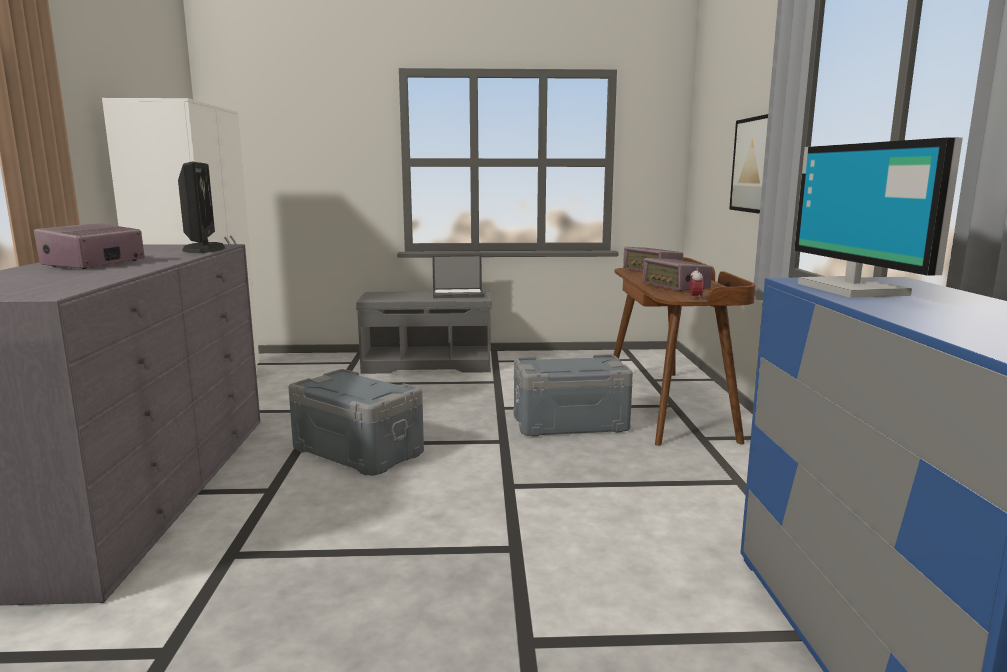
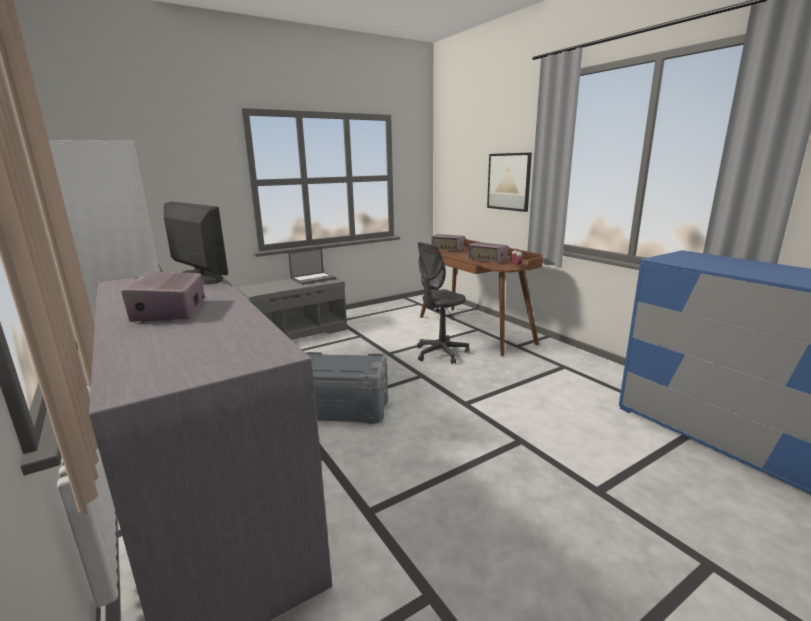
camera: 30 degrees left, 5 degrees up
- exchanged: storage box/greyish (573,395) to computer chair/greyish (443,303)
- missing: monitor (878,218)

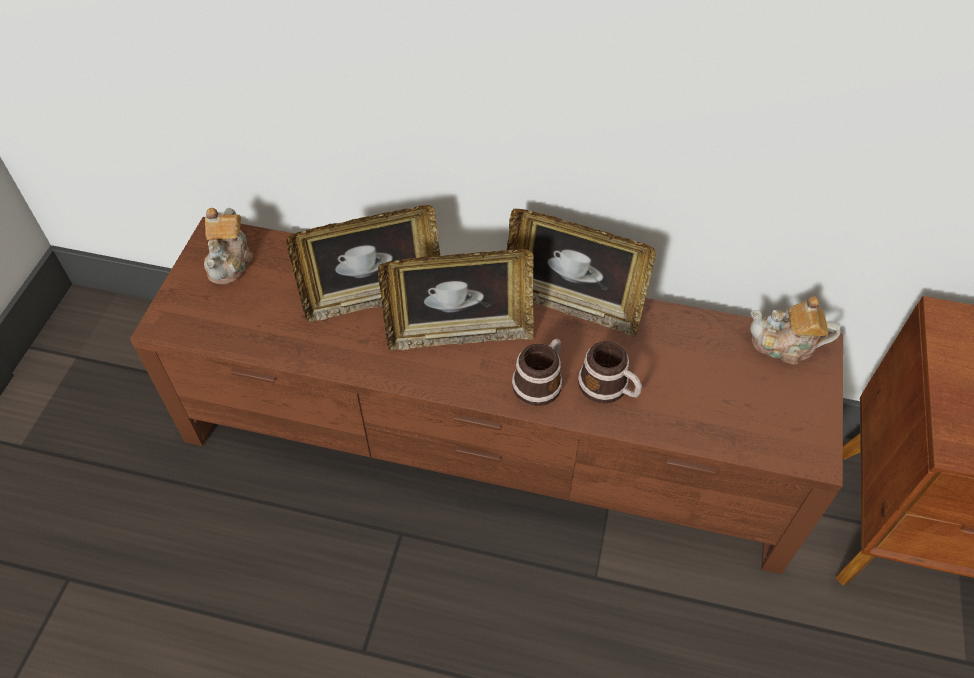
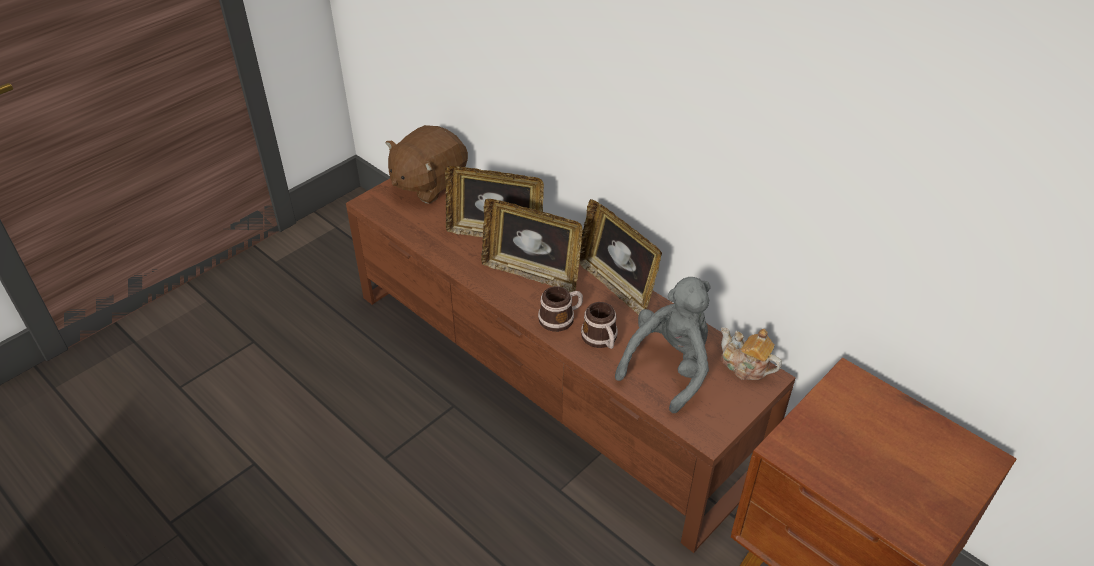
camera: 30 degrees right, 10 degrees down
- exchanged: pot for tea (228,246) to cuddly toy/brown-coloured (427,164)
- appeared: cuddly toy/greyish (663,345)

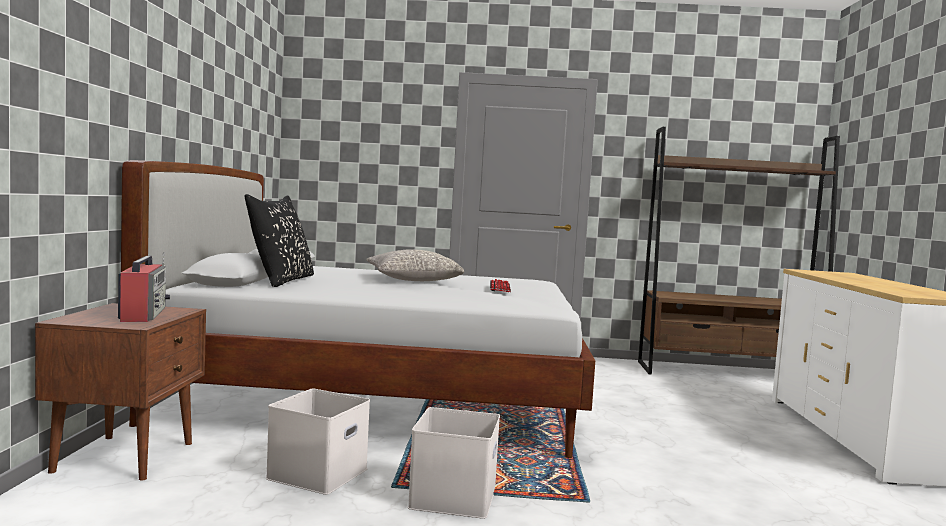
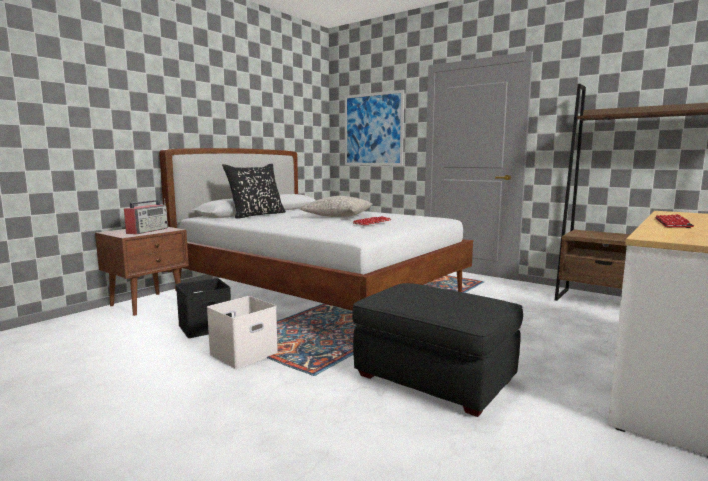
camera: 35 degrees right, 5 degrees up
- colour: storage box/whitish (318,442) to storage box/black (204,308)
- appeared: wall art (374,128)
- appeared: ottoman/black (437,350)
- appeared: computer keyboard (674,221)

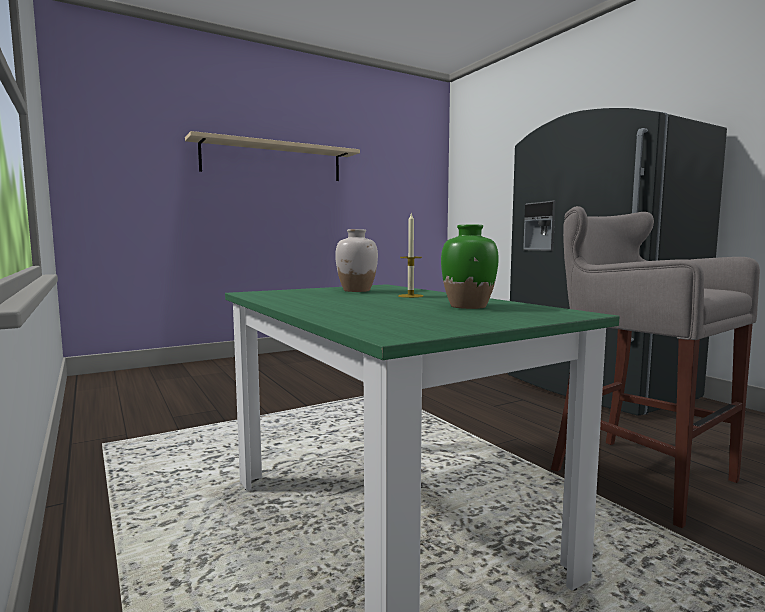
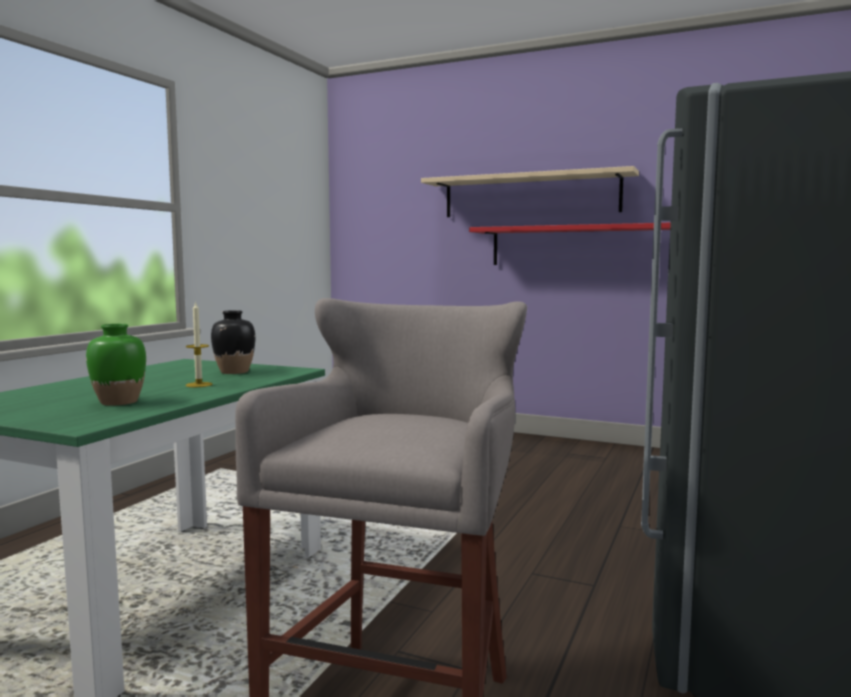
camera: 55 degrees right, 0 degrees up
- colour: vase/whitish (356,260) to vase/black (233,342)
- appeared: shelf/red (570,244)

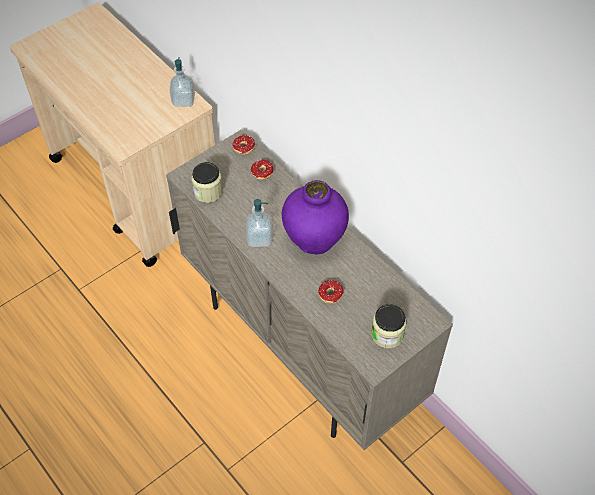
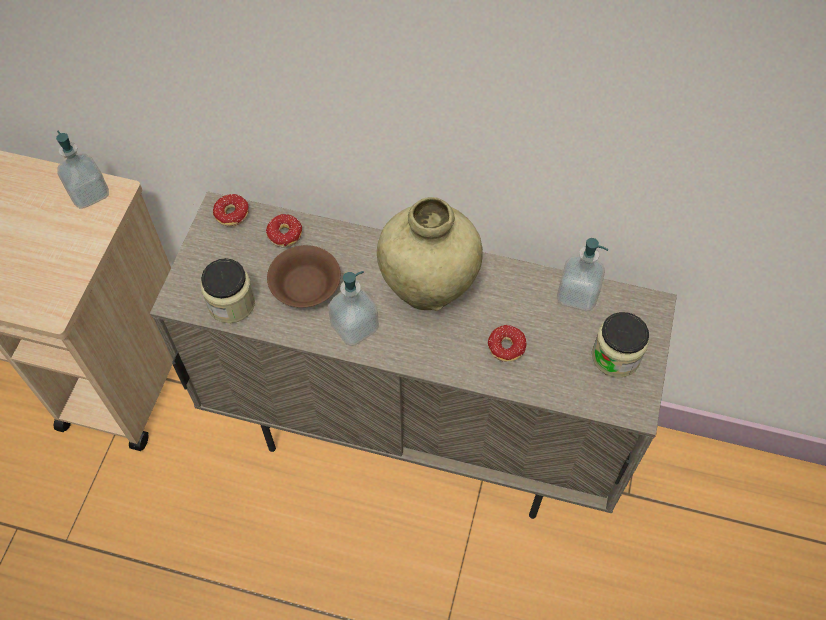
camera: 35 degrees left, 5 degrees up
- appeared: bowl/brown-coloured (304,276)
- colour: vase/purplish (315,217) to vase/beige-coloured (430,254)
- appeared: soap bottle (582,274)

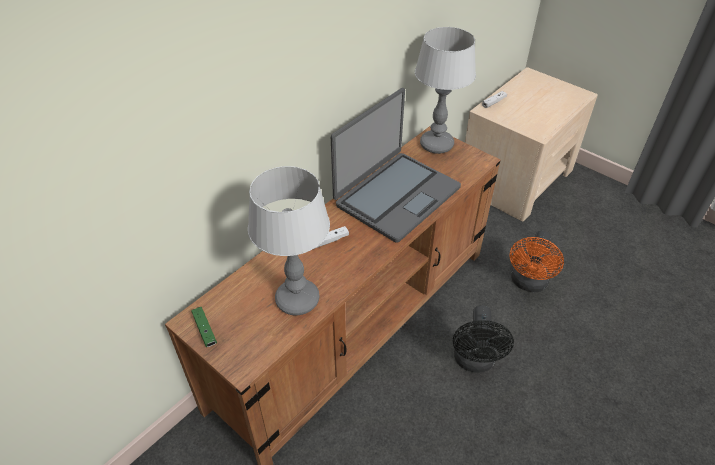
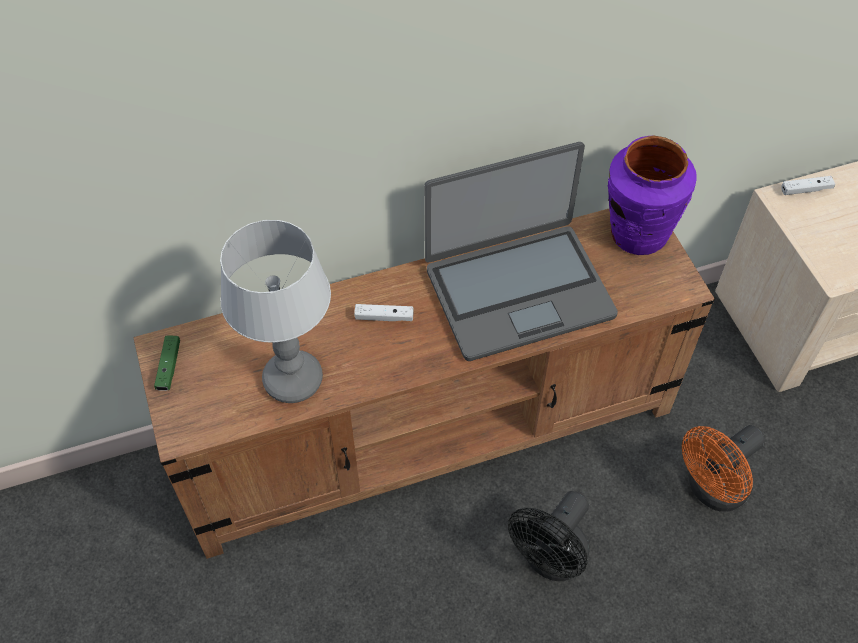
camera: 30 degrees right, 10 degrees up
- exchanged: tabletop lamp (445,90) to vase/purplish (652,195)

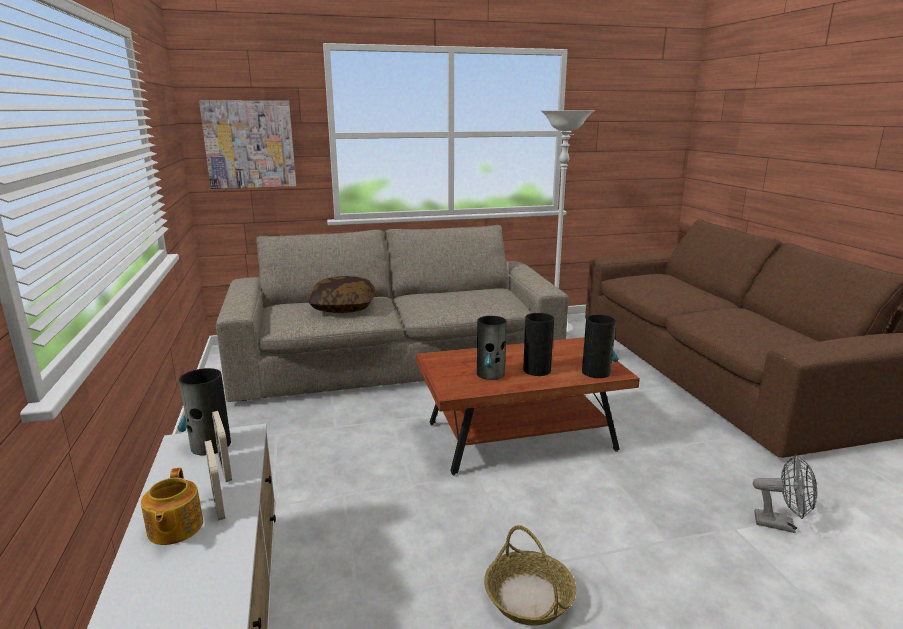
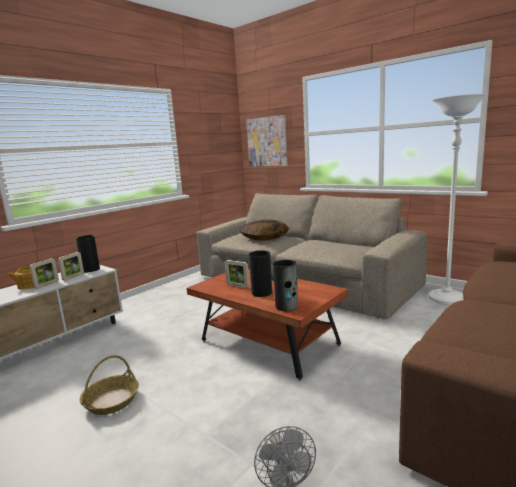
camera: 55 degrees right, 5 degrees down
- exchanged: vase (492,348) to picture frame (237,274)

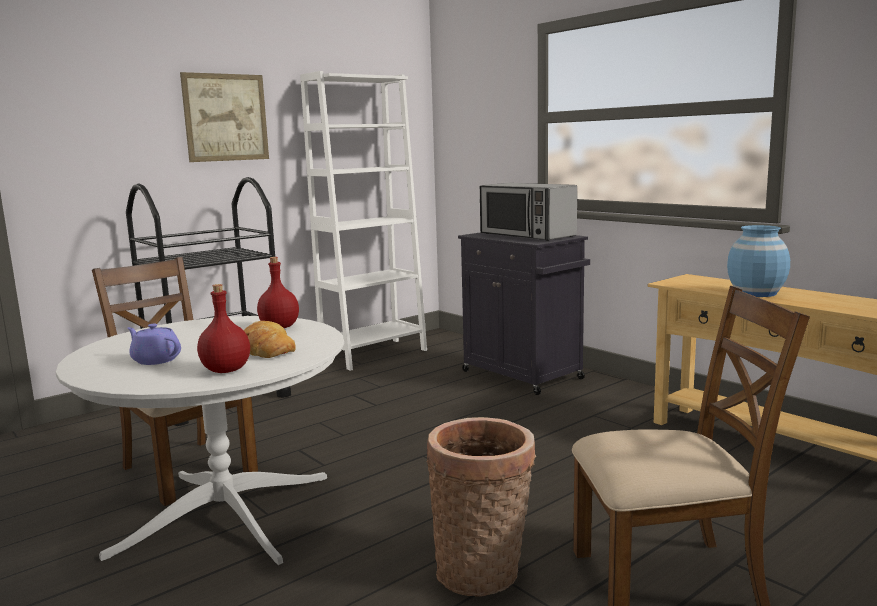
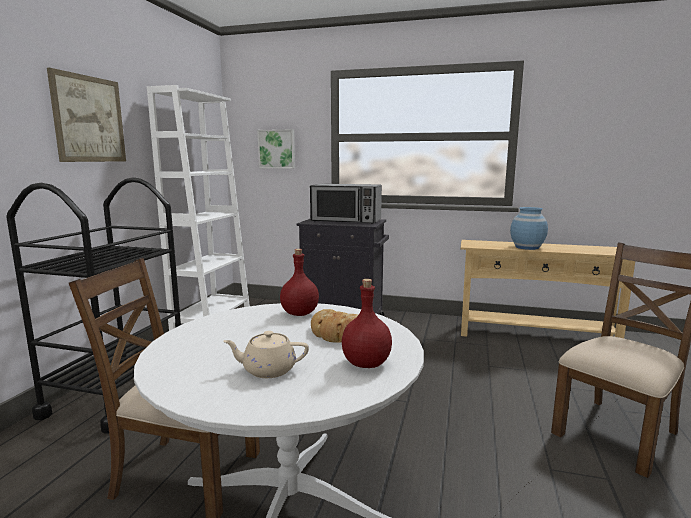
camera: 35 degrees left, 0 degrees up
- colour: pot for tea/purplish (154,344) to pot for tea/beige-coloured (266,354)
- appeared: wall art (276,149)
- missing: basket (481,507)

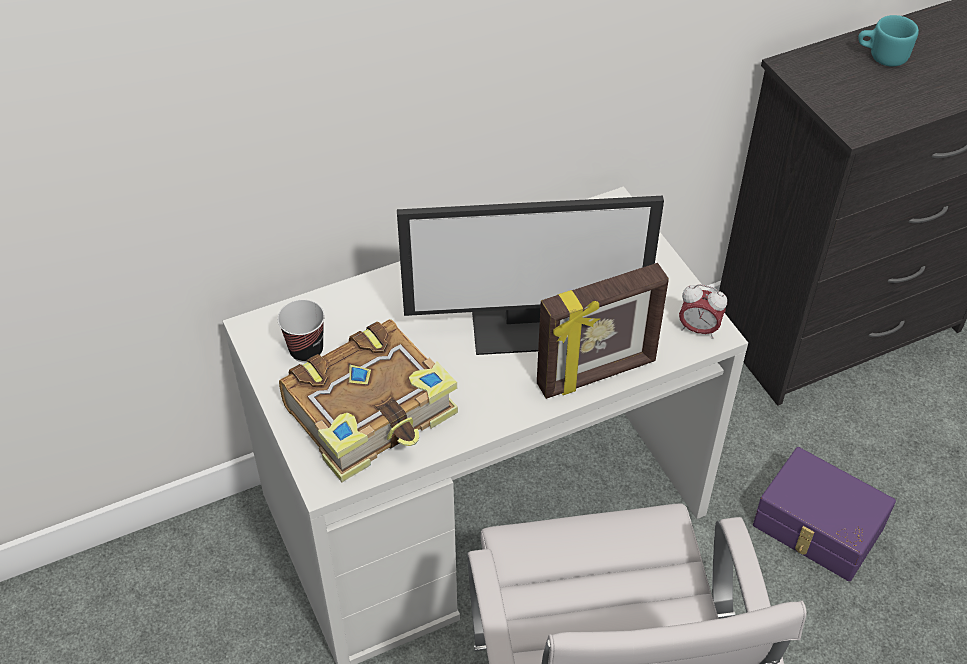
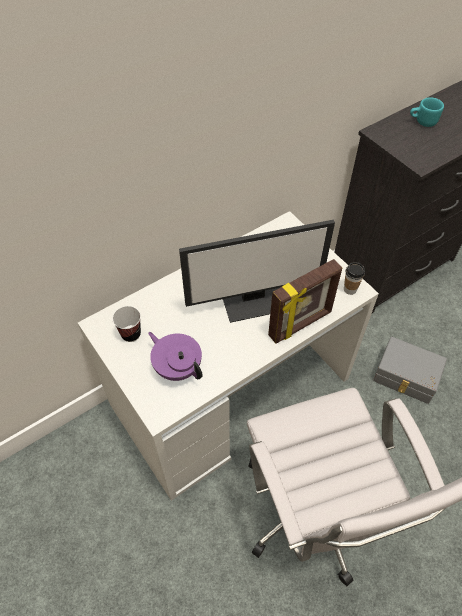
camera: 10 degrees left, 5 degrees up
- exchanged: book (368,400) to pot for tea/purplish (175,356)
- exchanged: alarm clock (703,311) to small cup (354,278)
- colour: storage box/purplish (824,514) to storage box/greyish (410,370)

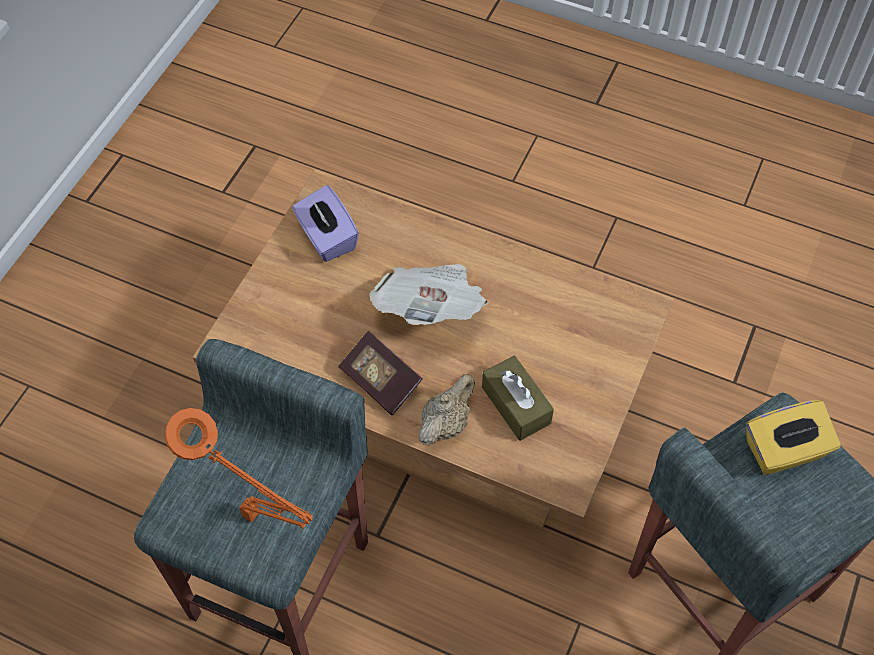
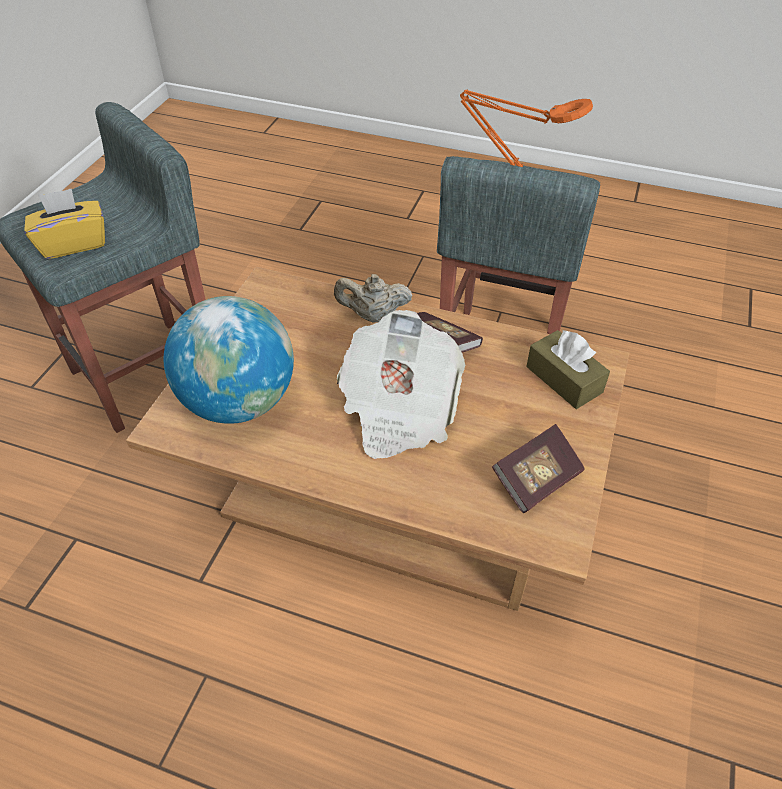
camera: 175 degrees right, 10 degrees down
- appeared: world globe (229,360)
- spun: pot for tea/beige-coloured (447,410) = (373,298) 60 degrees clockwise
- exchanged: box of tissues/purplish (325,223) to book (538,468)
- relocated: box of tissues/brown-coloured (518,398) to (568,369)

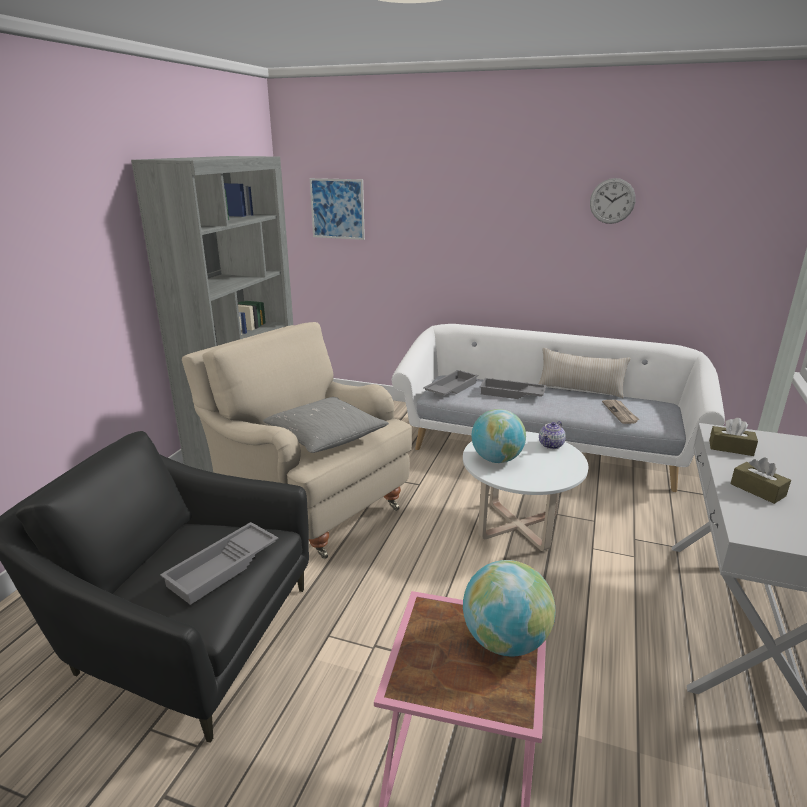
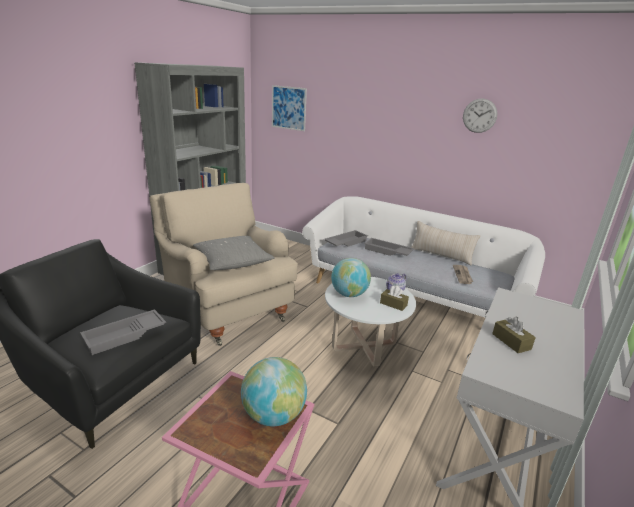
camera: 10 degrees right, 0 degrees up
- relocated: box of tissues/brown-coloured (733,437) to (394,298)

